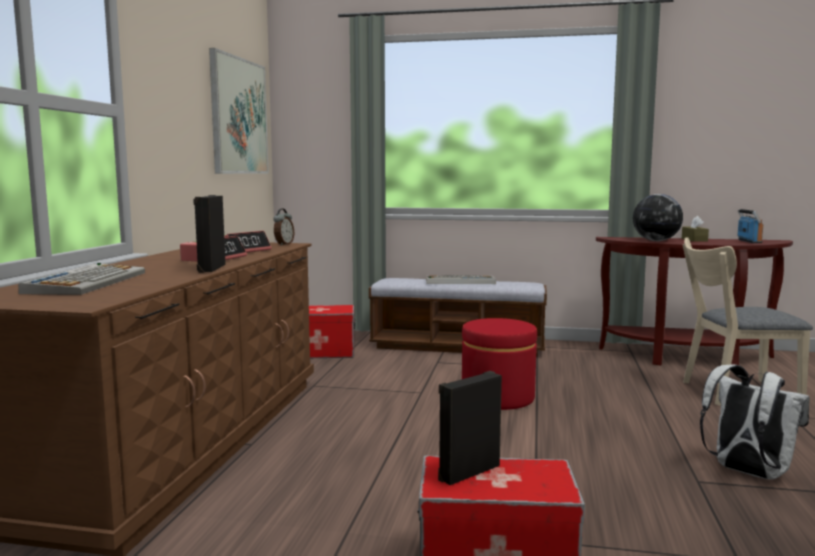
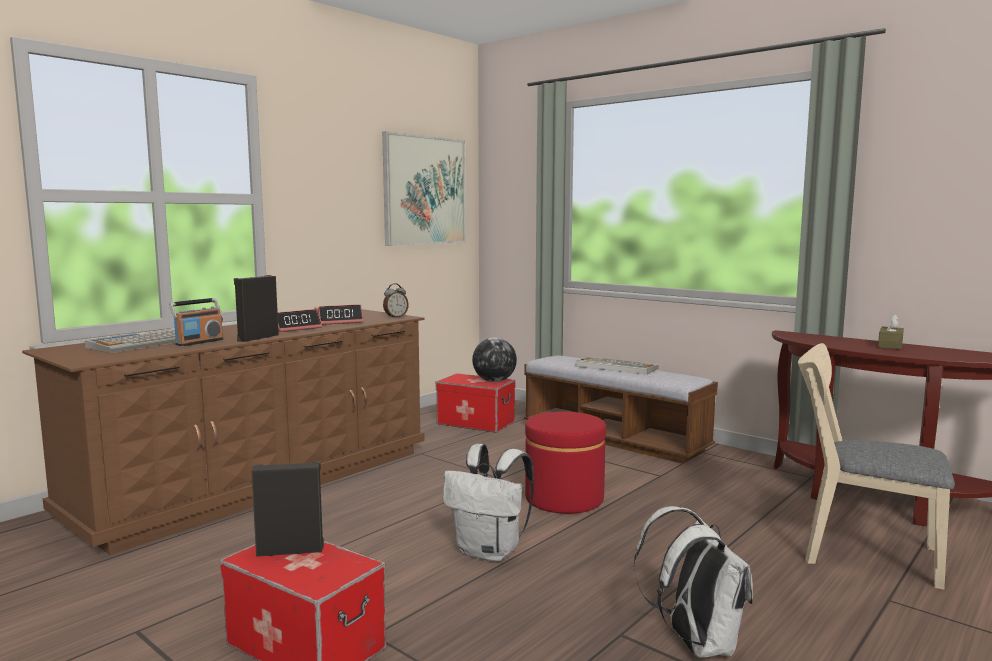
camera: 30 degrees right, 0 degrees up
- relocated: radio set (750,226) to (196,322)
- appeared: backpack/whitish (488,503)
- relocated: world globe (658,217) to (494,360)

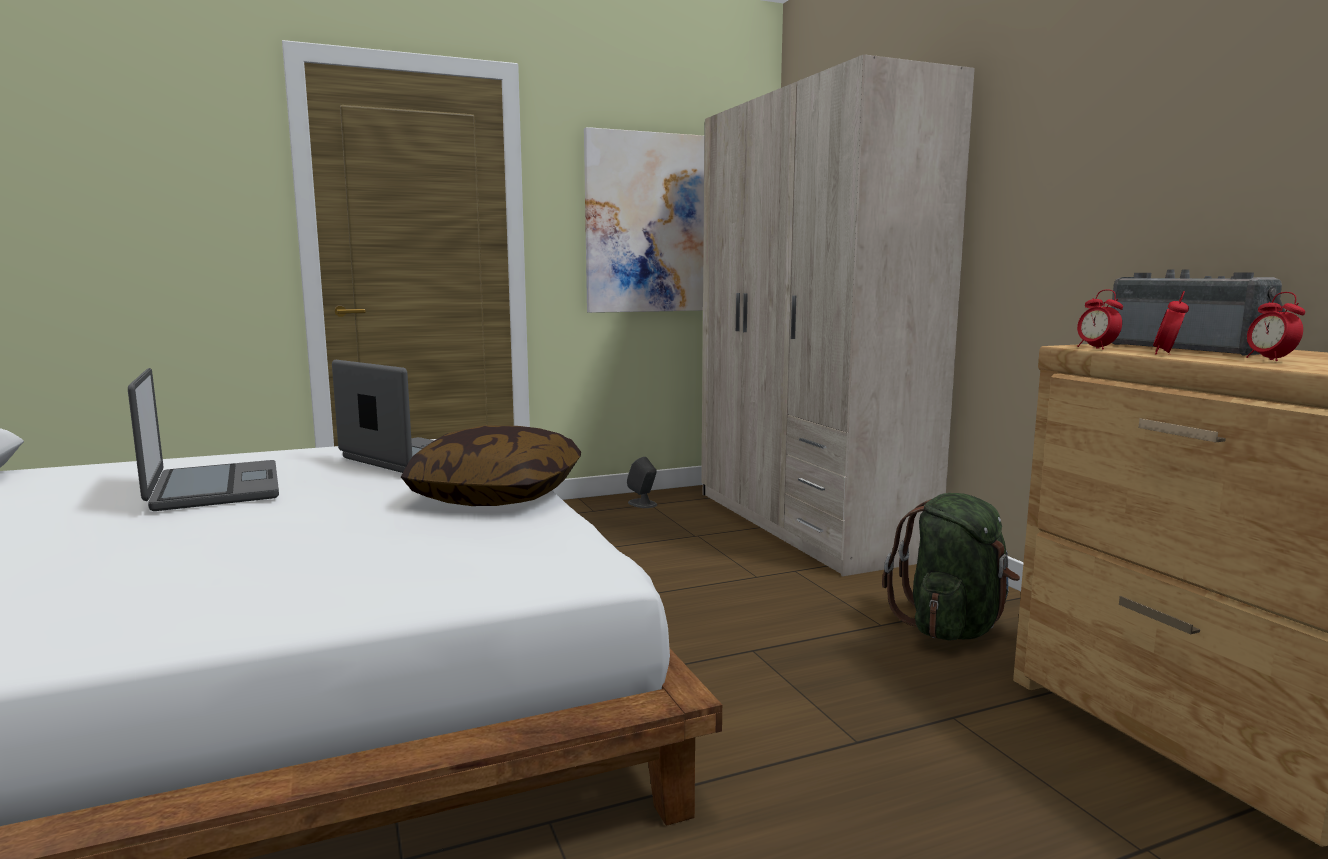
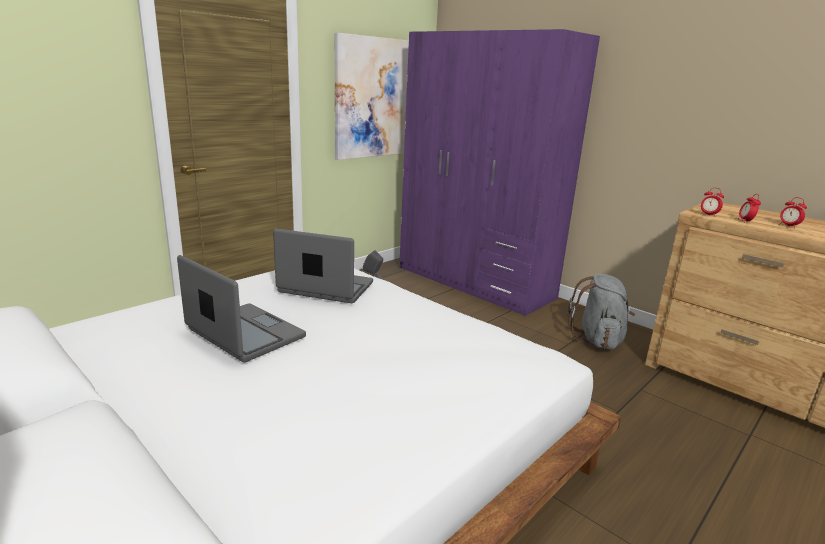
camera: 25 degrees left, 10 degrees up
- colour: armoire/beige-coloured (838,315) to armoire/purplish (500,172)
- colour: backpack/greenish (951,567) to backpack/greyish (601,311)
- missing: pillow (491,466)
- missing: radio set (1198,312)

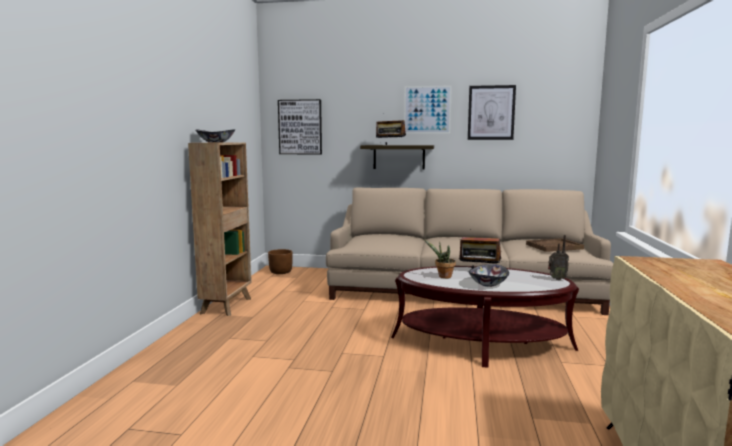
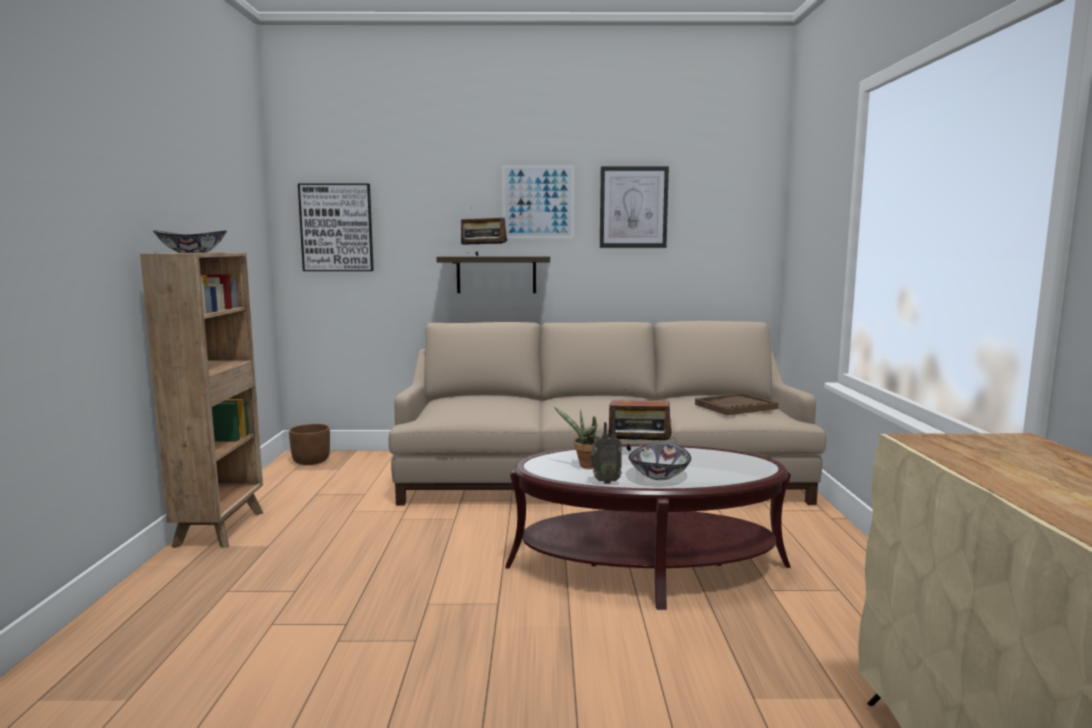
camera: 10 degrees left, 0 degrees up
- relocated: radio set (558,257) to (606,446)

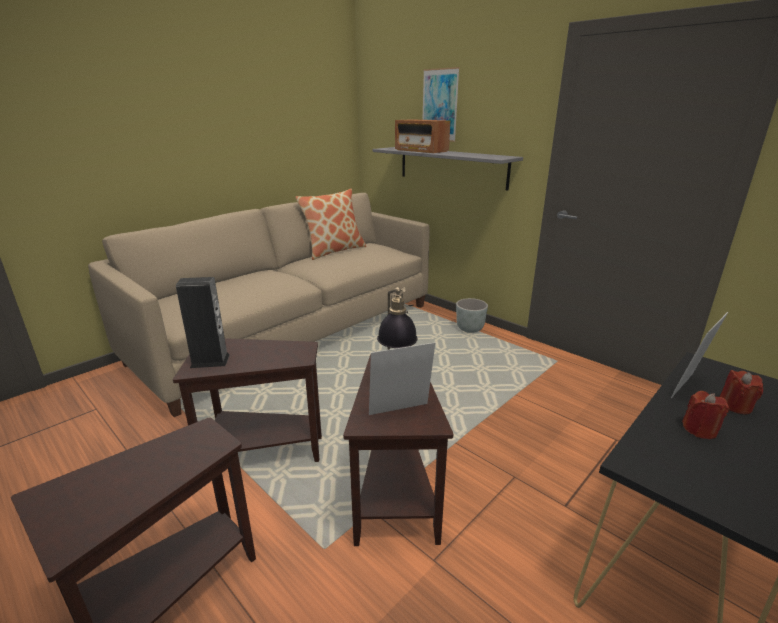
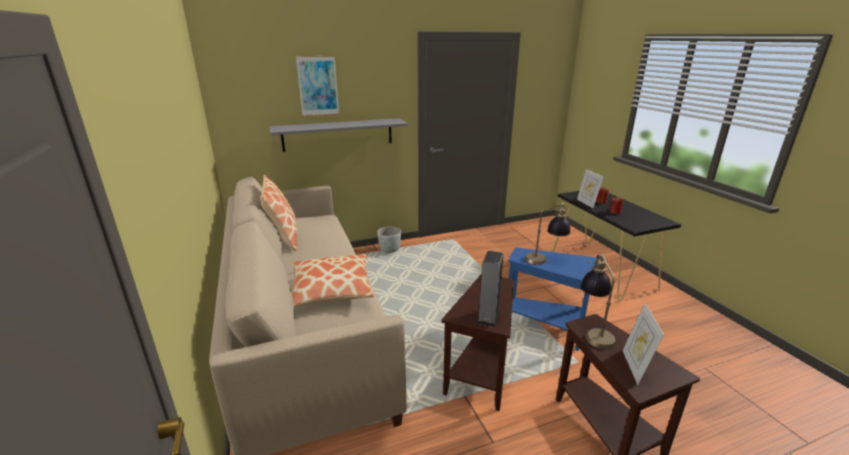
camera: 65 degrees left, 0 degrees up
- appeared: pillow (333,280)
- colour: accent table/brown-coloured (398,450) to accent table/blue (552,299)
- appeared: tabletop lamp (598,301)
- relocated: picture frame (402,378) to (643,344)
- missing: radio set (422,136)

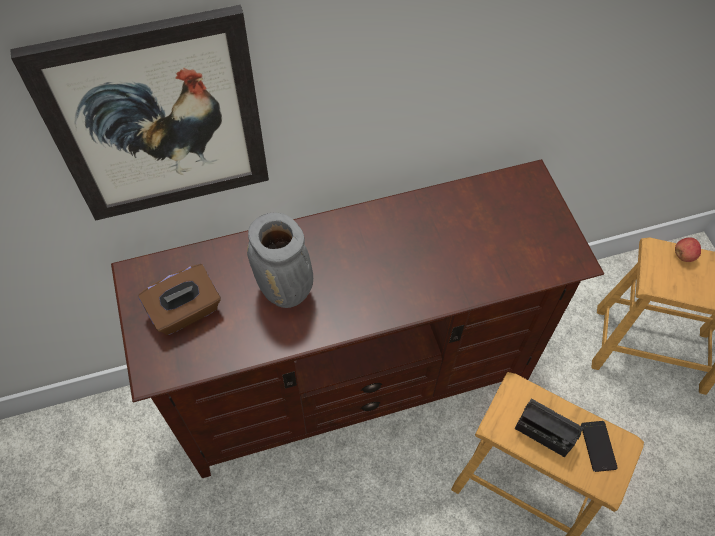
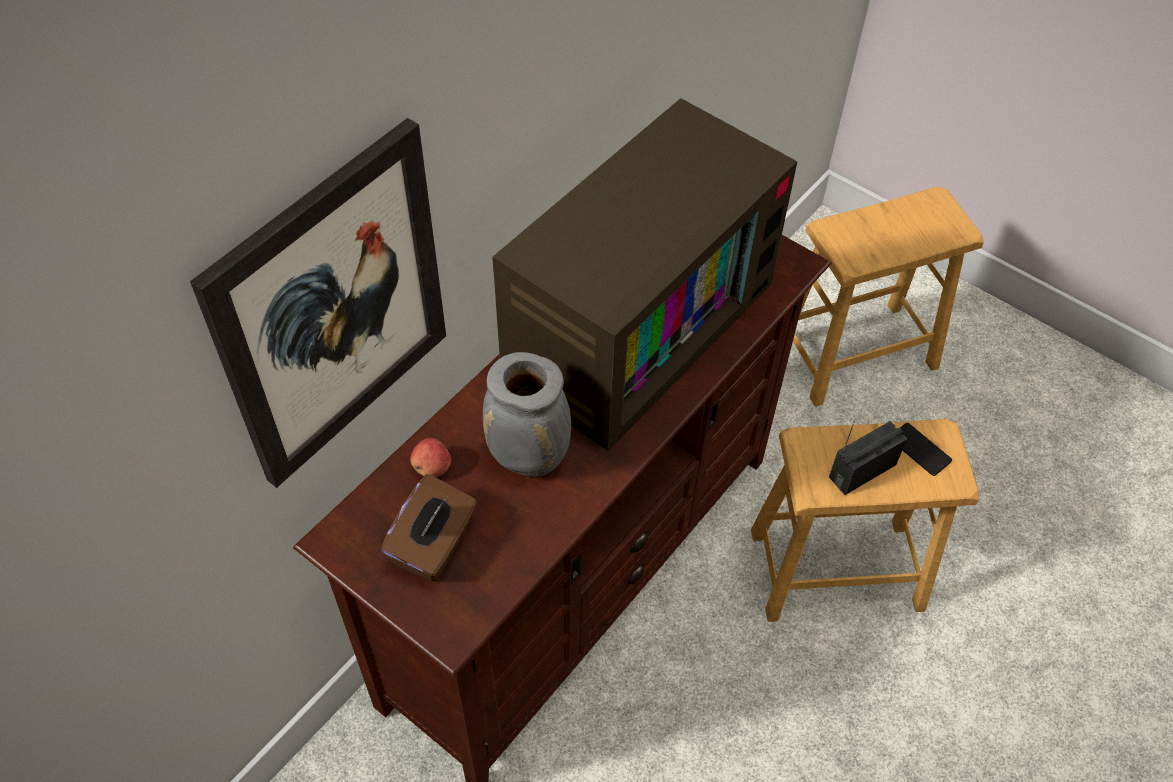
camera: 35 degrees left, 5 degrees down
- relocated: apple fruit (688,249) to (430,457)
- appeared: TV set (645,274)
- spun: radio set (550,428) = (868,458) 150 degrees clockwise

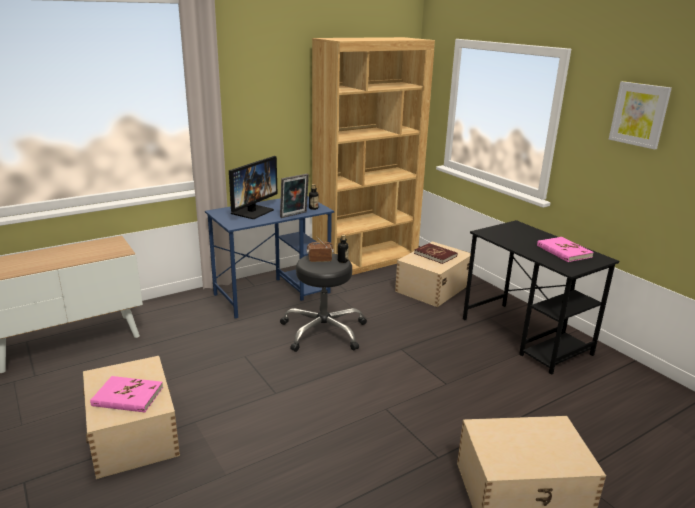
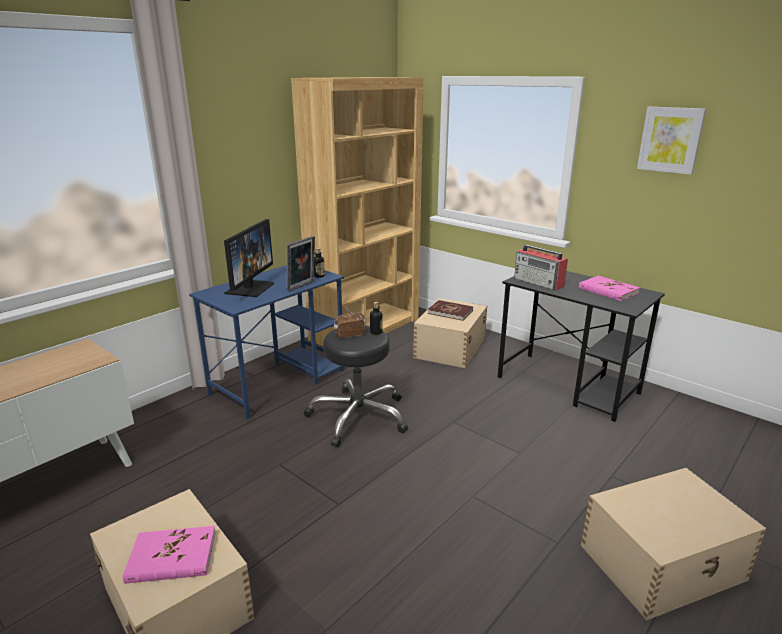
camera: 15 degrees left, 0 degrees up
- appeared: radio set (541,268)

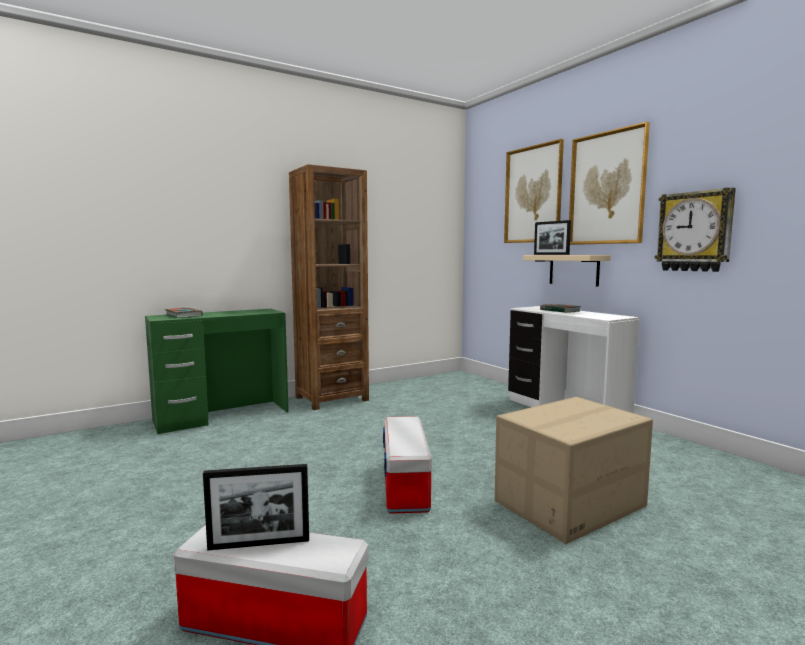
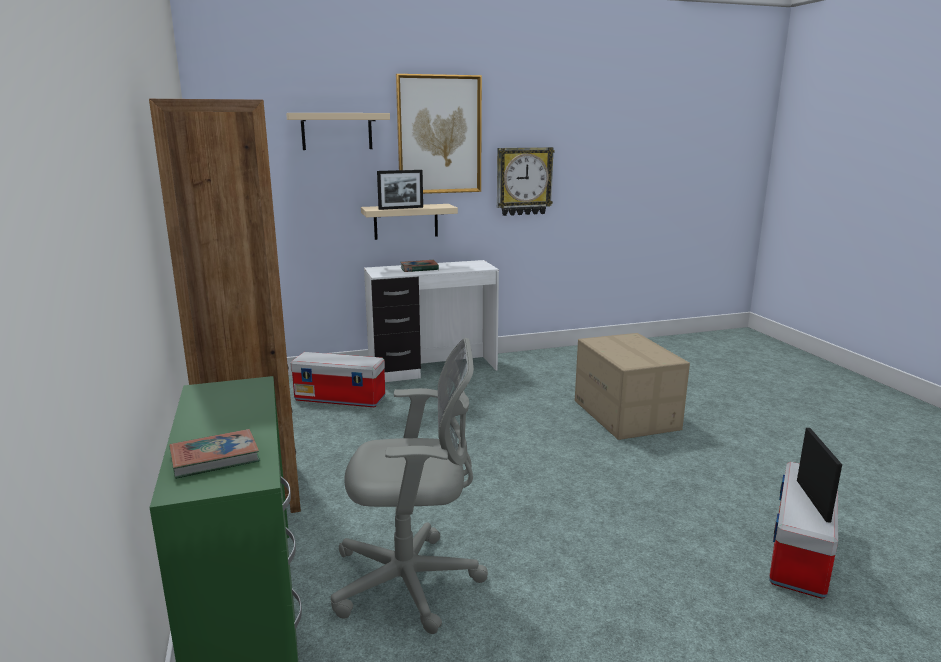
camera: 75 degrees left, 10 degrees up
- exchanged: wall art (534,191) to shelf/beige-coloured (338,131)
- relocated: storage box (407,464) to (337,379)
- appeared: computer chair/greyish (409,486)

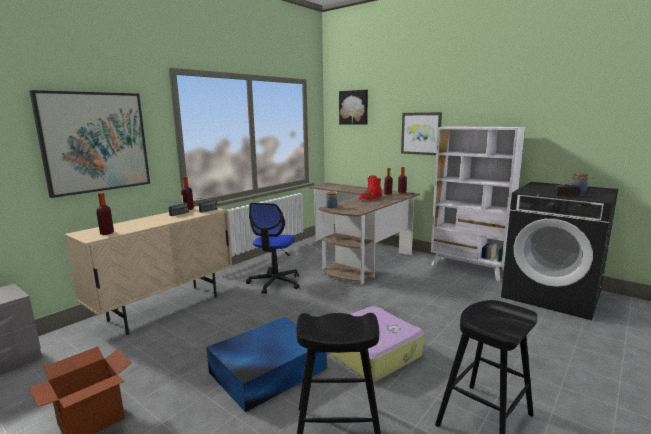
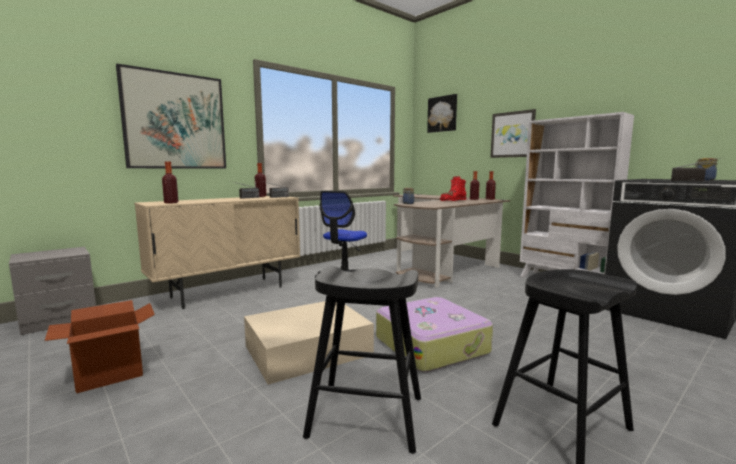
camera: 10 degrees right, 5 degrees down
- colour: storage box/blue (266,364) to storage box/beige-coloured (309,343)

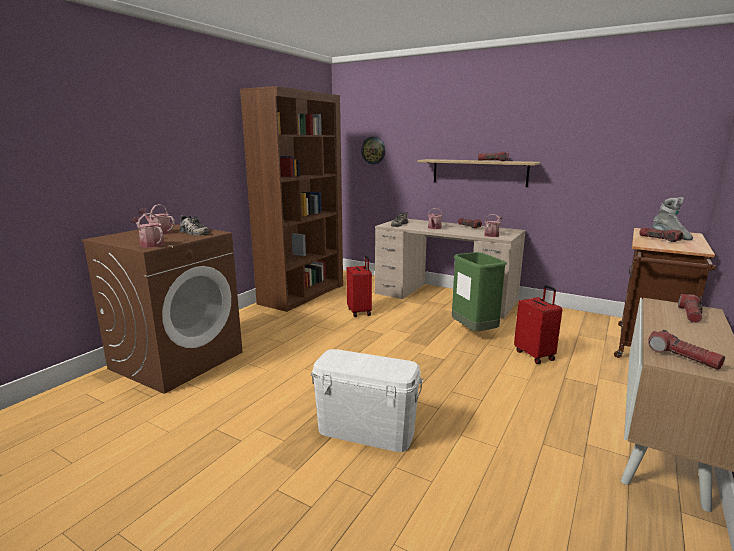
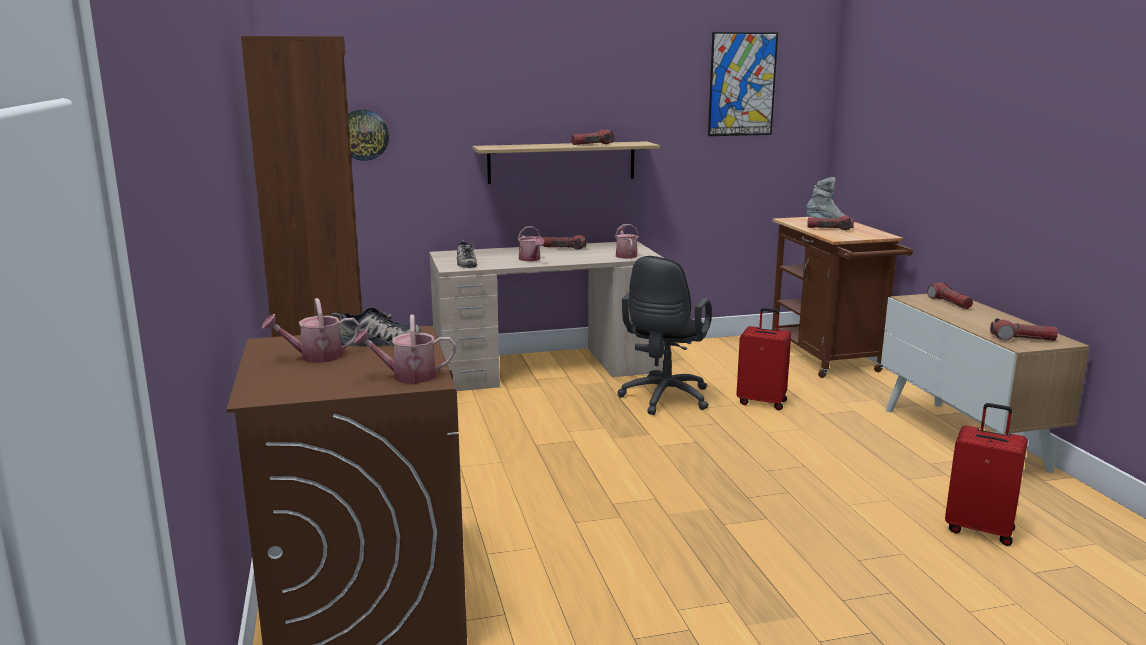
camera: 45 degrees left, 0 degrees up
- exchanged: trash can/greenish (479,291) to computer chair/black (664,335)
- appeared: wall art (743,84)
- relocated: piece of luggage/red (359,286) to (986,474)
- missing: storage box/whitish (367,400)

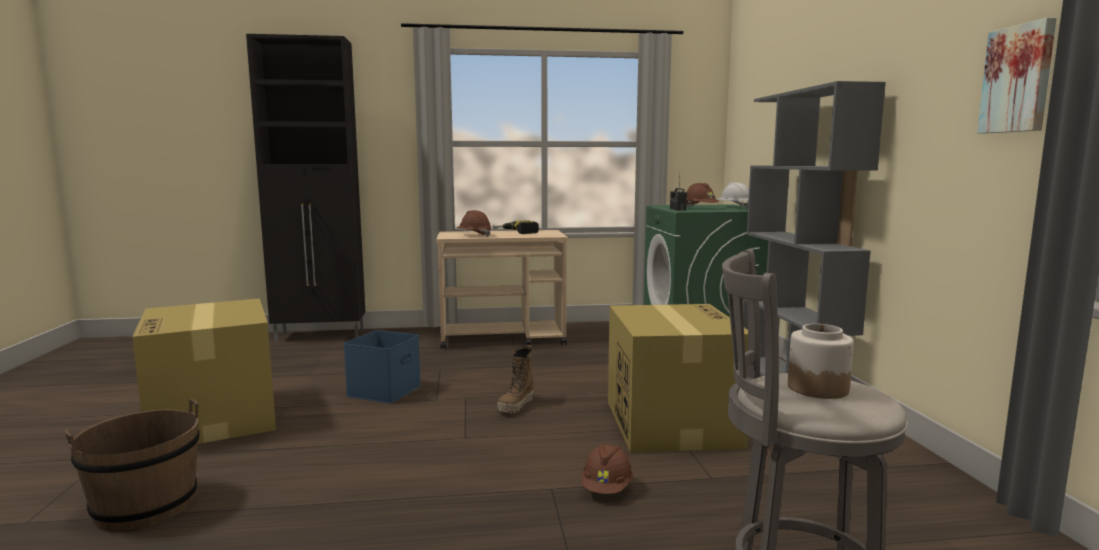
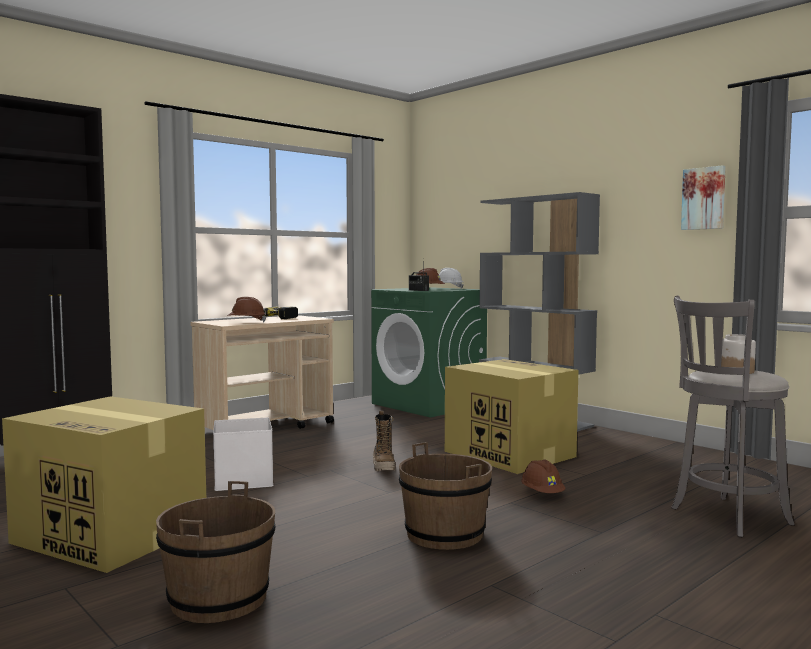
camera: 35 degrees left, 5 degrees down
- colour: storage box/blue (382,366) to storage box/whitish (243,454)
- appeared: pail/brown-coloured (445,496)

